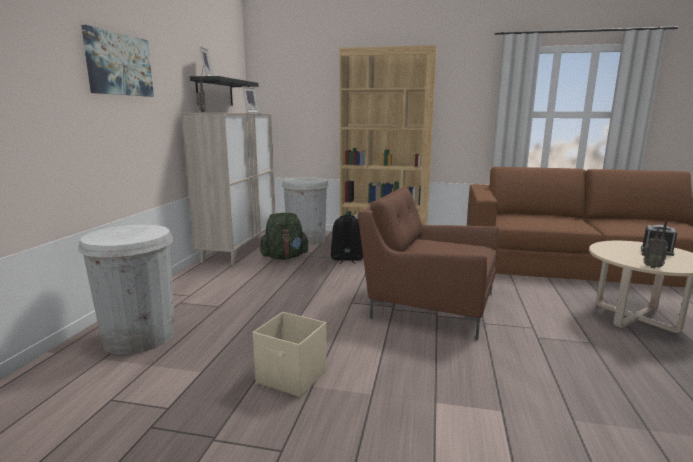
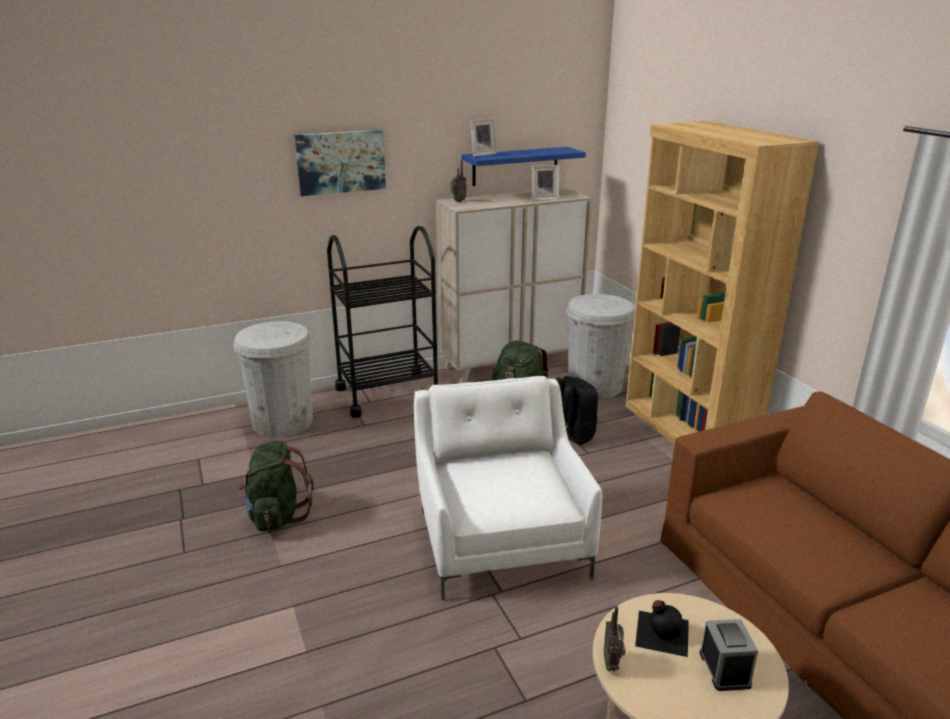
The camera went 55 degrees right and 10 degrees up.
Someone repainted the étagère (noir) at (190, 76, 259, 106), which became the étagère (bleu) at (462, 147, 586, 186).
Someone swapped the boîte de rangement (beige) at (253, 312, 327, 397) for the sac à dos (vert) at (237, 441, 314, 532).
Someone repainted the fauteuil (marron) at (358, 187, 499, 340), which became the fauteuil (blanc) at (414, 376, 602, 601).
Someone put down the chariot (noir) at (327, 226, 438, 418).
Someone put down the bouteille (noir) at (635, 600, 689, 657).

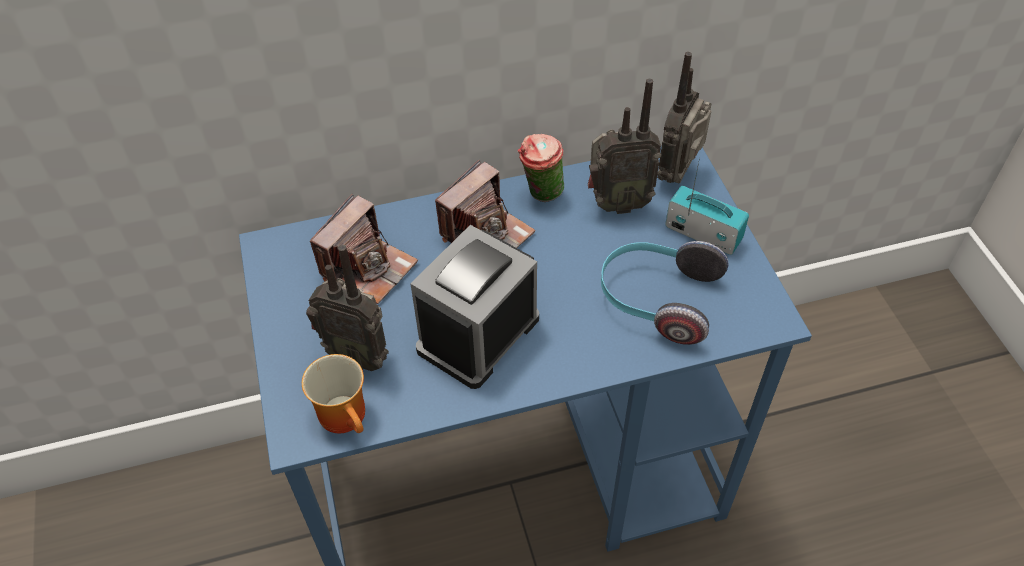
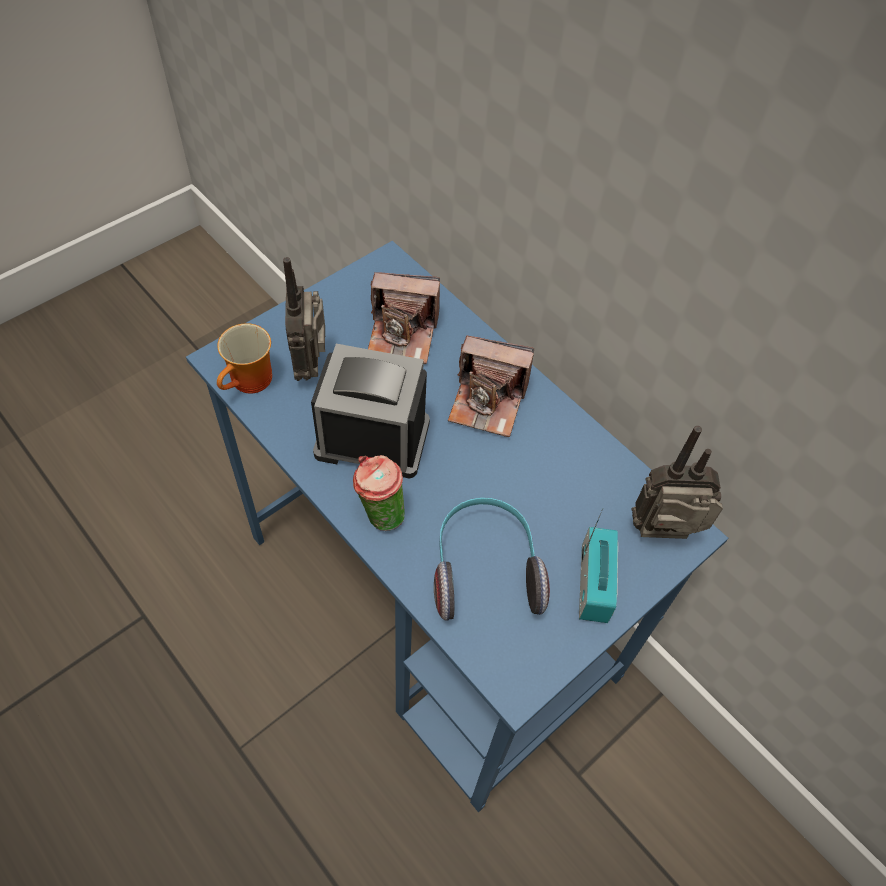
The camera went 60 degrees right and 5 degrees up.
Someone carried the tasse from (518, 134, 564, 202) to (353, 455, 405, 531).
Someone took away the radio at (588, 79, 661, 214).

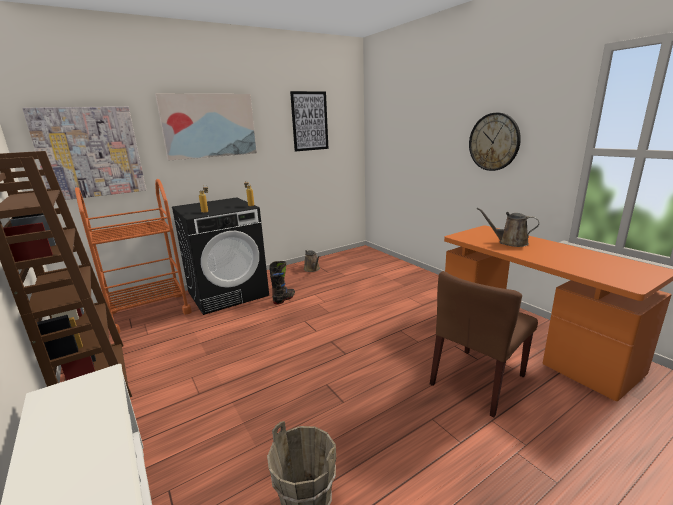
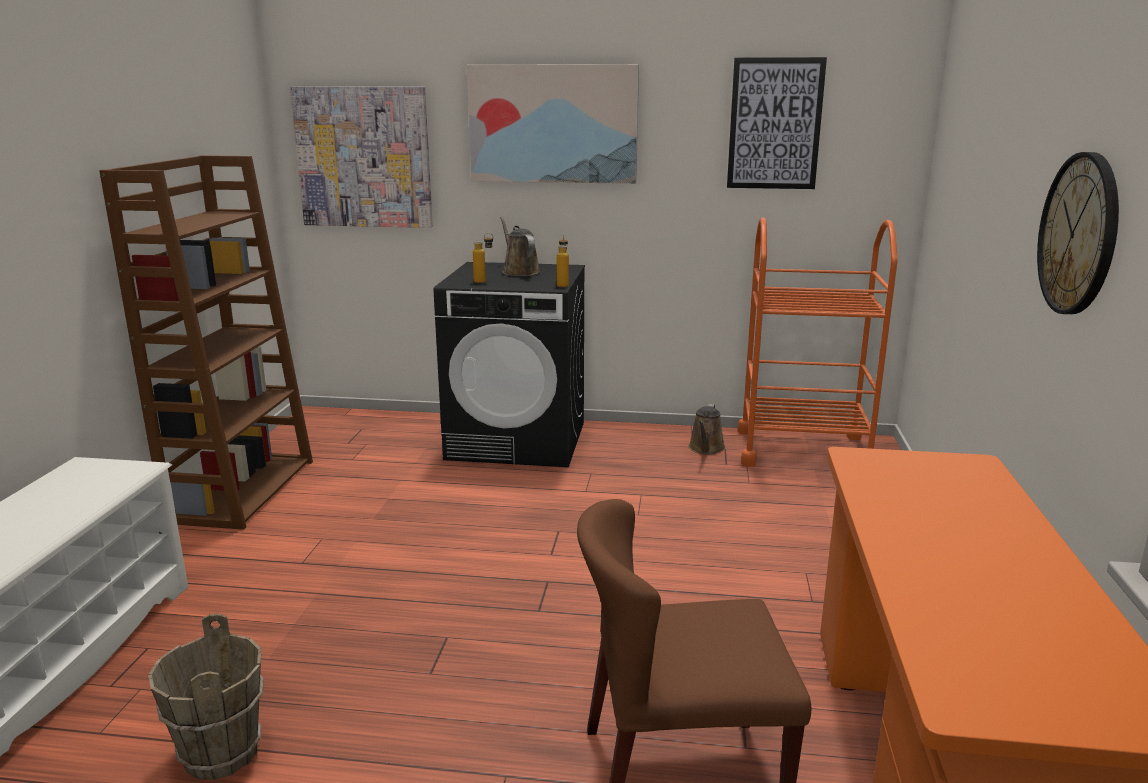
The camera went 40 degrees right and 0 degrees up.
Someone carried the chariot (orange) from (75, 179, 192, 333) to (737, 217, 898, 467).
Someone took away the botte (noir) at (270, 261, 295, 304).
Someone carried the arrosoir (marron) from (477, 208, 539, 247) to (500, 217, 540, 276).

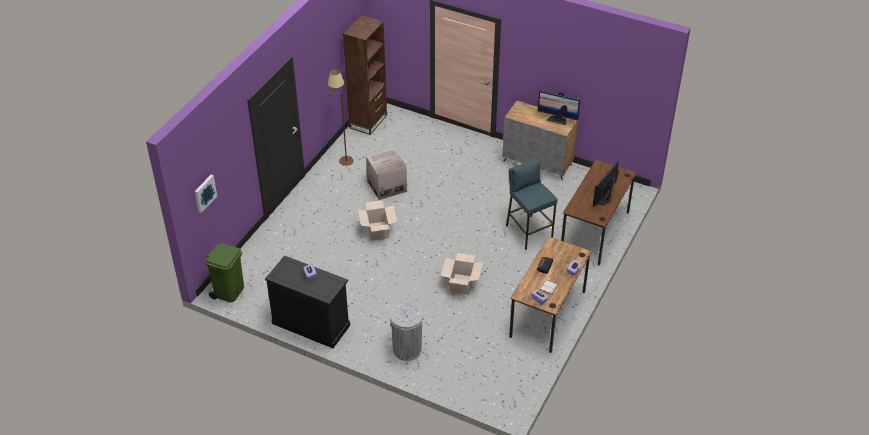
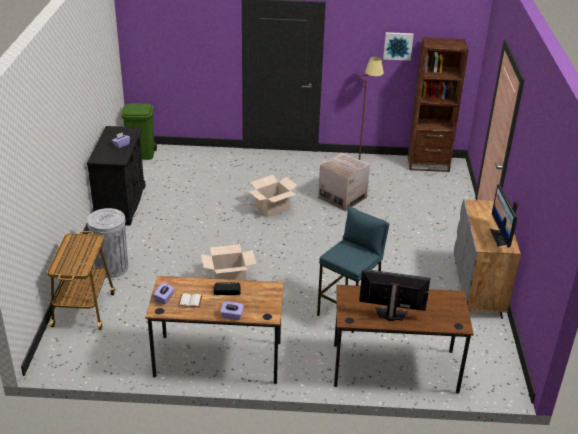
The camera went 65 degrees right and 10 degrees down.
Someone carried the tableau from (195, 175, 217, 213) to (383, 32, 414, 61).
Someone put down the chariot at (47, 231, 115, 330).

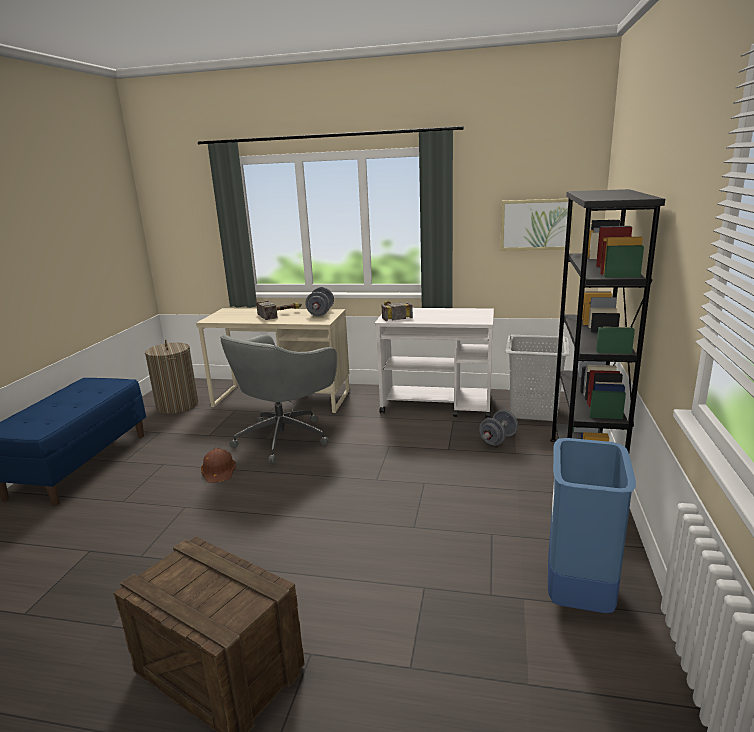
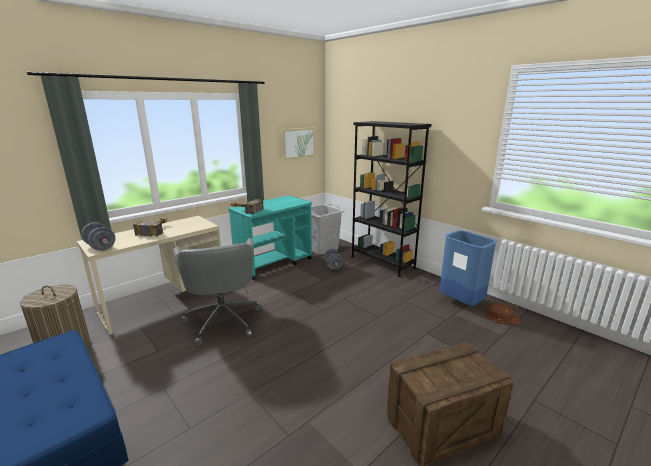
The camera went 55 degrees left and 0 degrees up.
Someone carried the casque de chantier (marron) from (201, 448, 236, 483) to (485, 303, 521, 324).
Someone carried the haltère (gris) from (305, 287, 334, 316) to (81, 222, 116, 251).
Someone repainted the chariot (blanc) at (375, 308, 494, 418), which became the chariot (turquoise) at (228, 195, 312, 280).

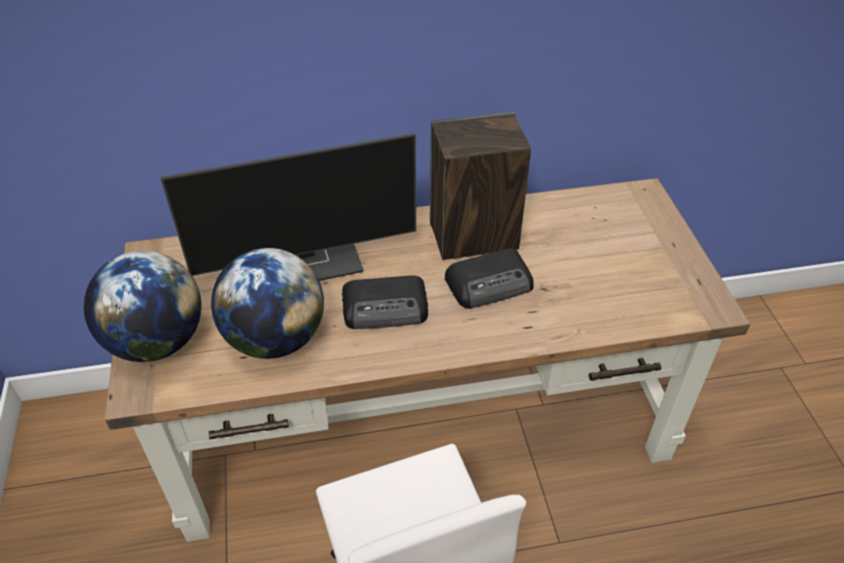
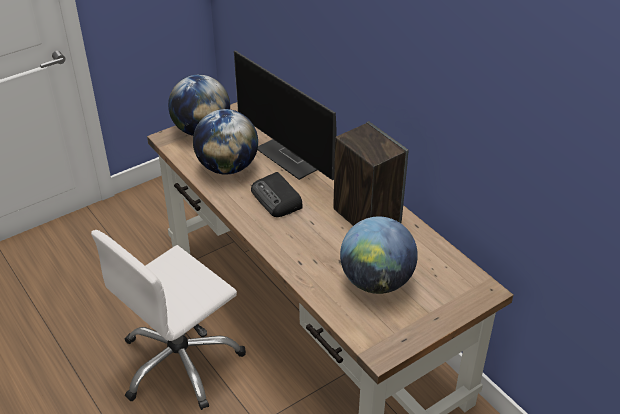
The camera went 65 degrees right and 5 degrees down.
Someone took away the radio at (445, 248, 534, 309).
Someone put down the globe at (340, 216, 418, 294).

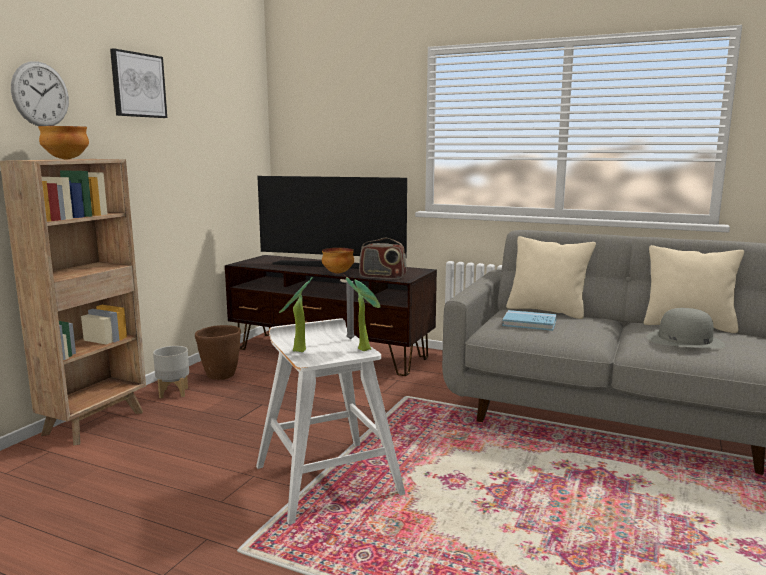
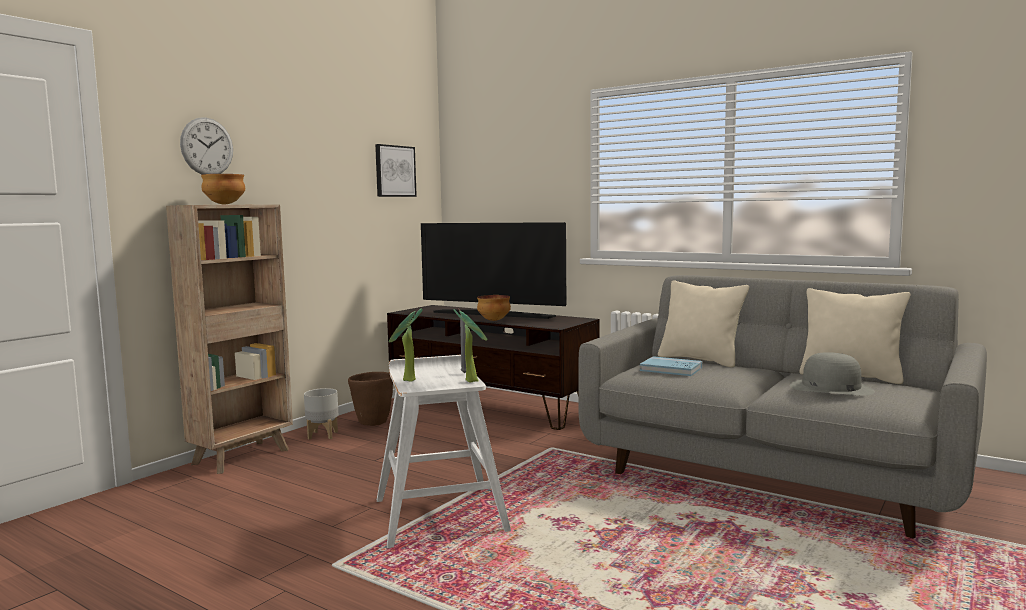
The camera went 10 degrees right and 5 degrees down.
Someone carried the tableau from (110, 48, 167, 118) to (375, 144, 417, 197).
Someone took away the radio at (359, 237, 406, 279).

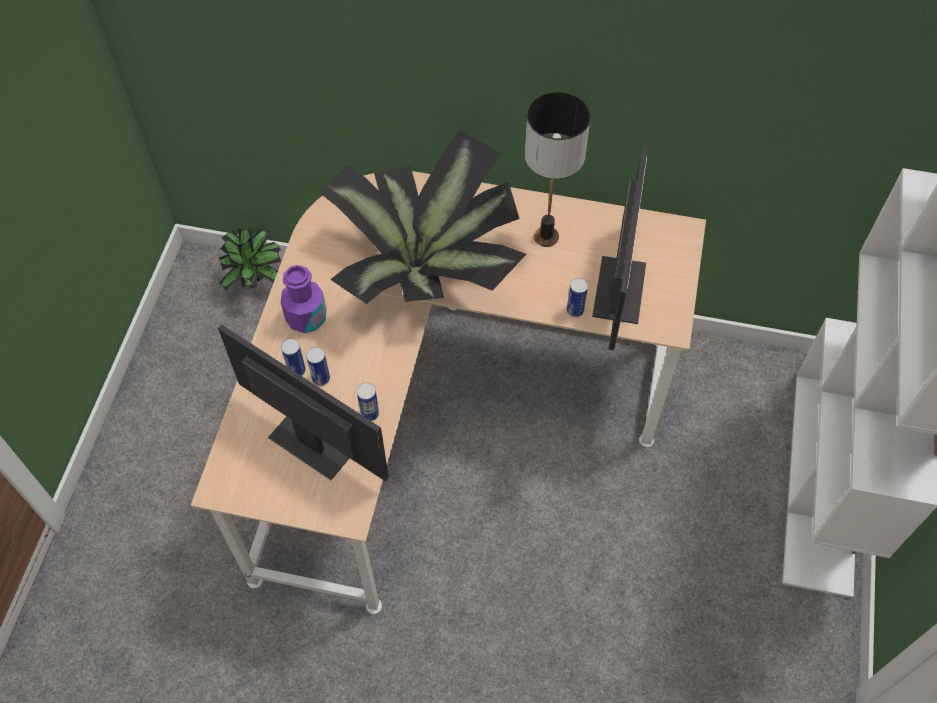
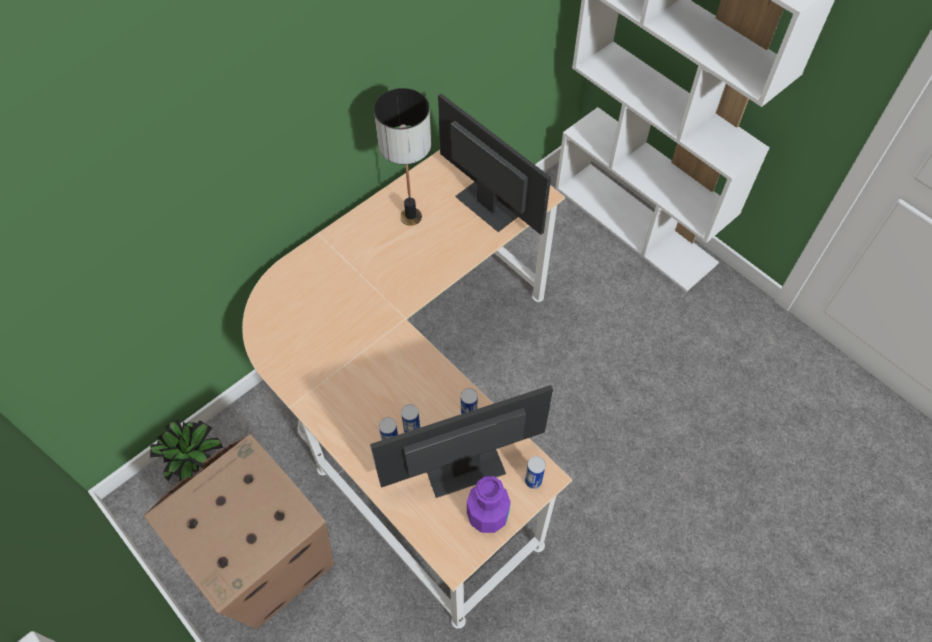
The camera went 55 degrees left and 0 degrees up.
Someone carried the bouteille (violet) from (281, 265, 327, 333) to (467, 476, 511, 533).
Someone took away the plante en pot at (319, 130, 526, 304).
Someone carried the boîte métallique from (567, 278, 588, 317) to (525, 456, 546, 489).
Someone put down the carton at (144, 434, 334, 630).

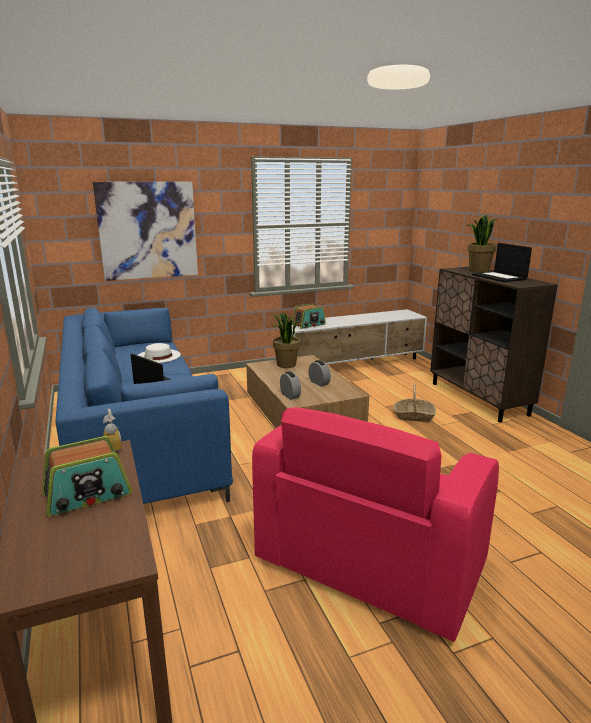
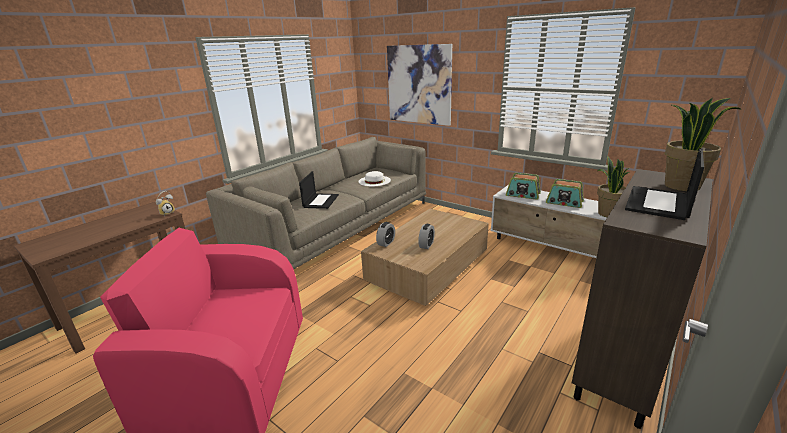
The camera went 60 degrees right and 5 degrees up.
Someone carried the radio from (42, 436, 132, 517) to (546, 179, 584, 208).
Someone repainted the canapé (bleu) at (55, 307, 233, 504), which became the canapé (beige) at (206, 137, 426, 269).
Someone carried the plante en pot from (271, 312, 300, 368) to (597, 157, 629, 217).
Someone took away the panier at (394, 384, 436, 422).

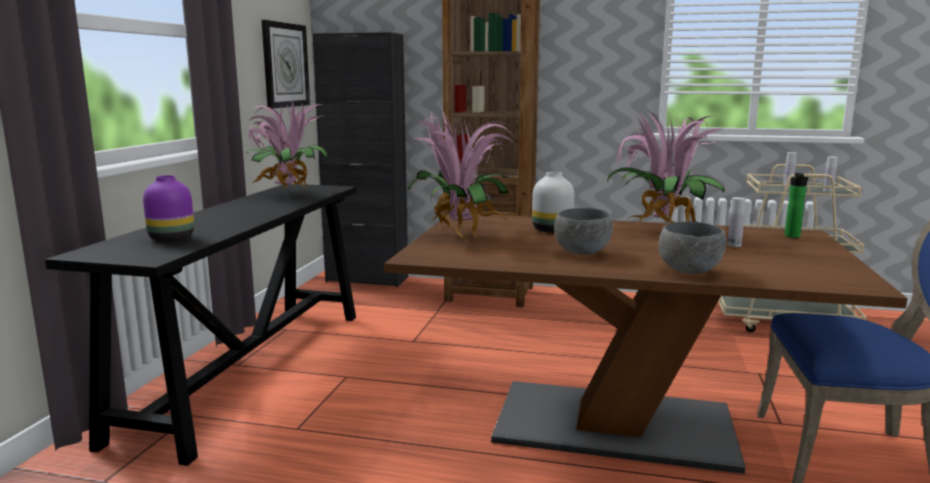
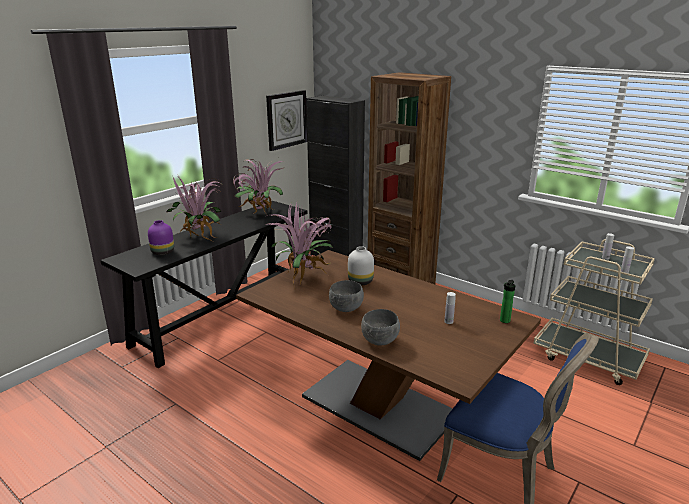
The camera went 25 degrees right and 10 degrees up.
Someone carried the plante en pot from (607, 110, 725, 224) to (166, 177, 224, 242).

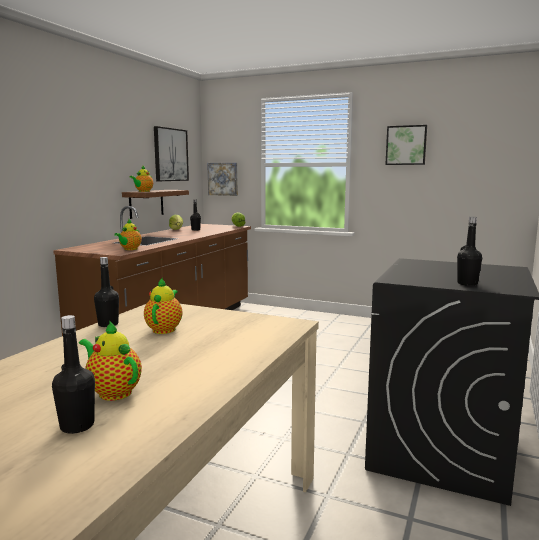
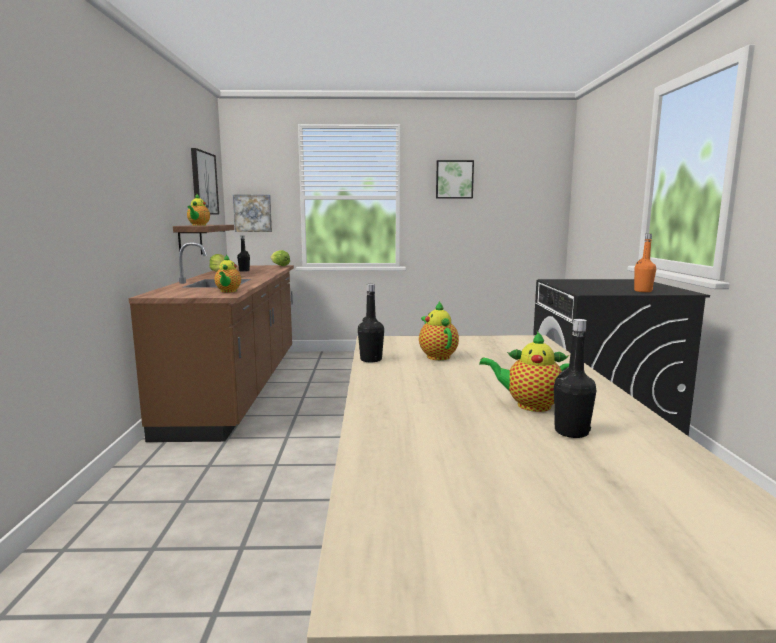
The camera went 25 degrees left and 0 degrees up.
Someone repainted the bouteille (noir) at (457, 217, 482, 286), which became the bouteille (orange) at (634, 234, 656, 292).

